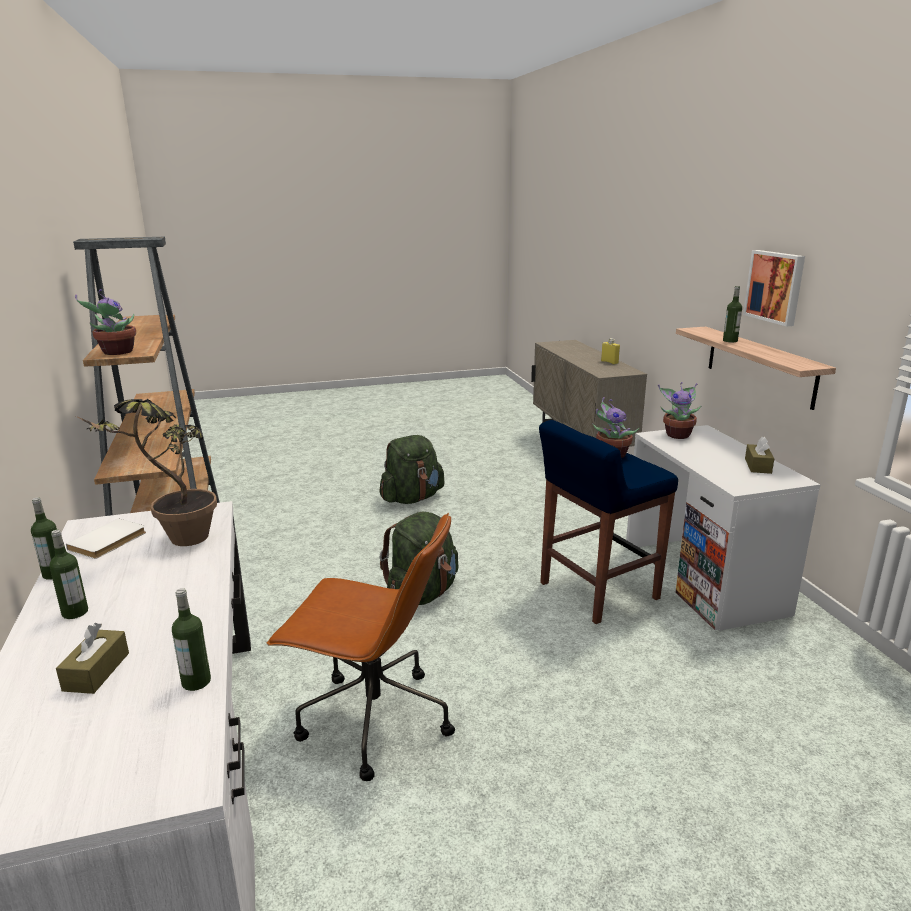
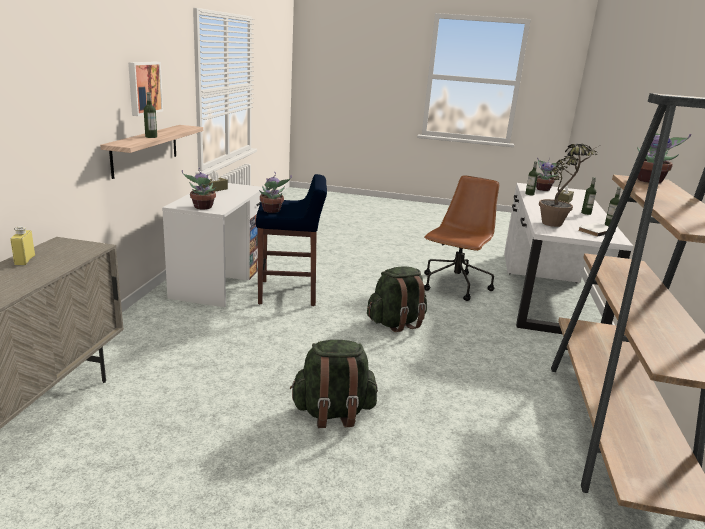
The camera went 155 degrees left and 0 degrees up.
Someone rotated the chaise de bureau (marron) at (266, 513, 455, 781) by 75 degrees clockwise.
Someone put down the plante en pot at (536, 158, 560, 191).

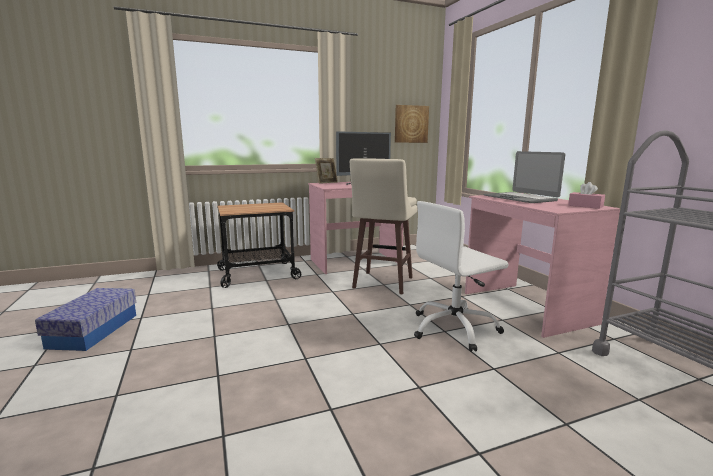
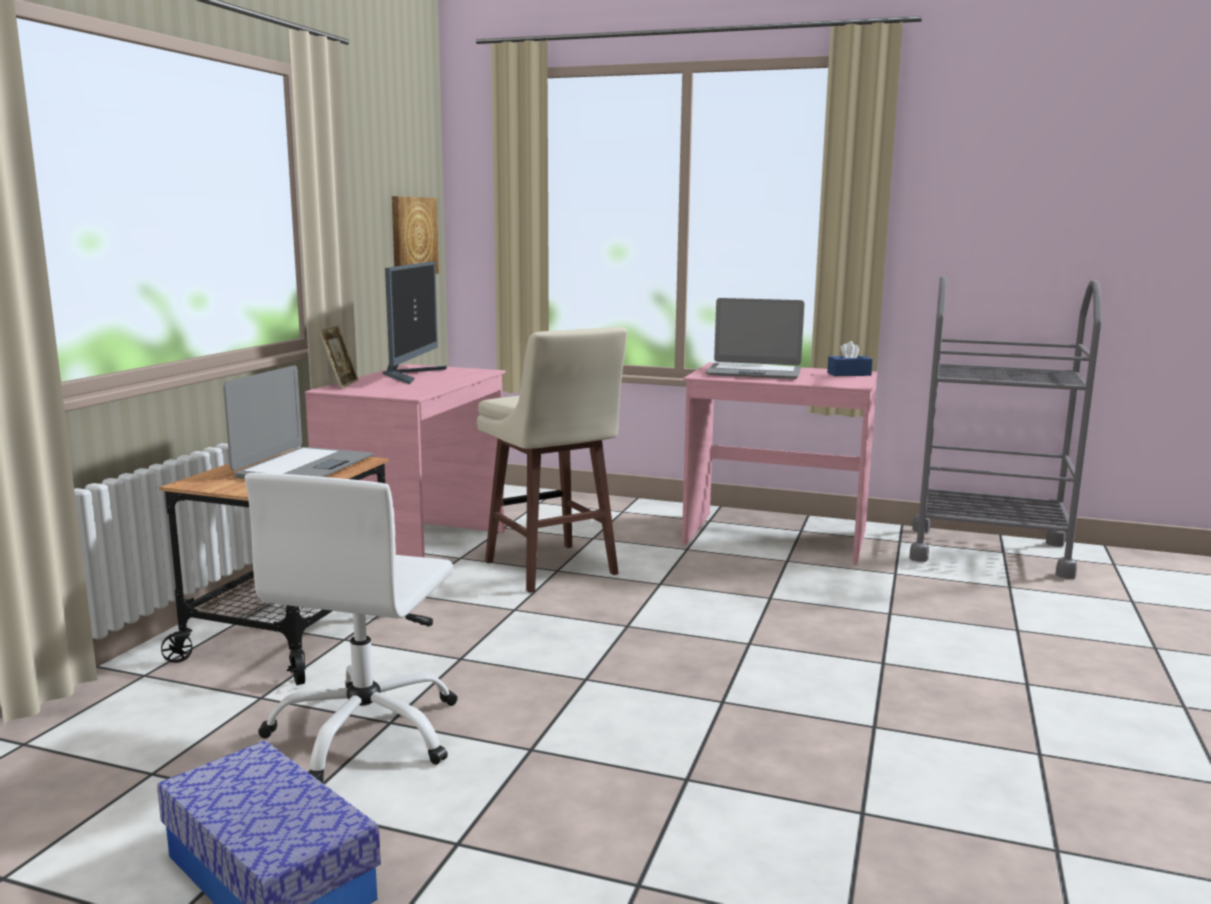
The camera went 50 degrees left and 0 degrees up.
Someone carried the chaise de bureau (blanc) from (414, 201, 509, 352) to (245, 473, 458, 783).
Someone repainted the boîte à mouchoirs (rose) at (568, 182, 605, 209), which became the boîte à mouchoirs (bleu) at (827, 341, 873, 376).
Someone put down the ordinateur portable at (223, 366, 373, 479).

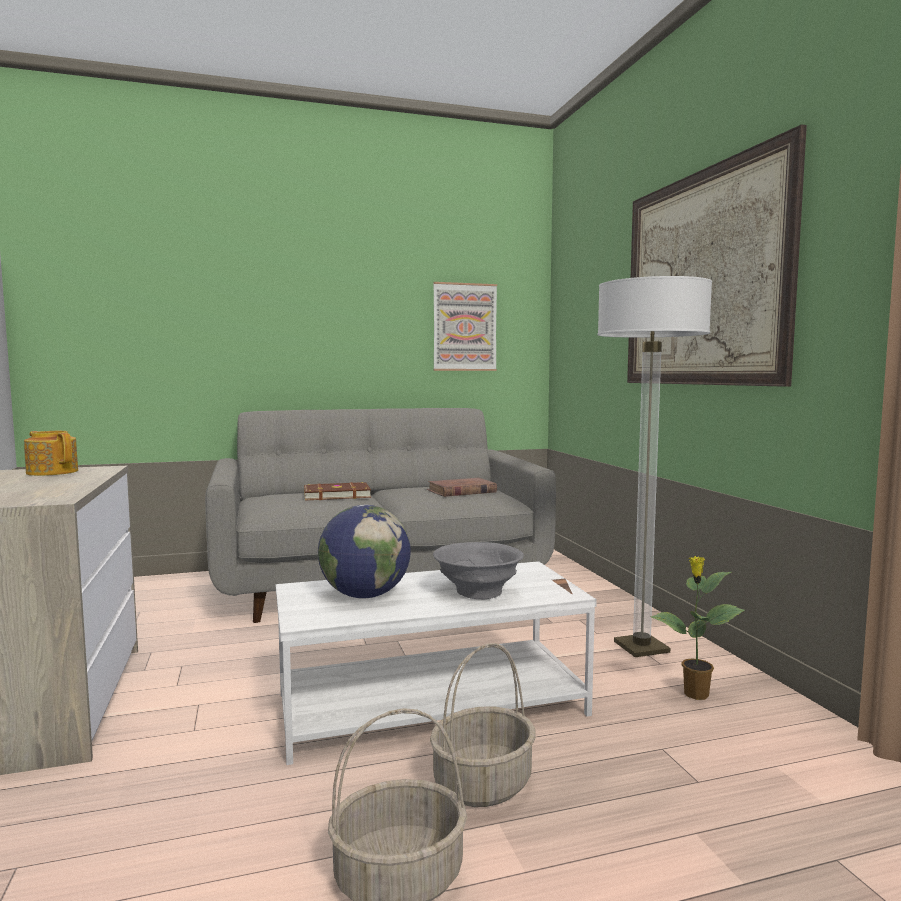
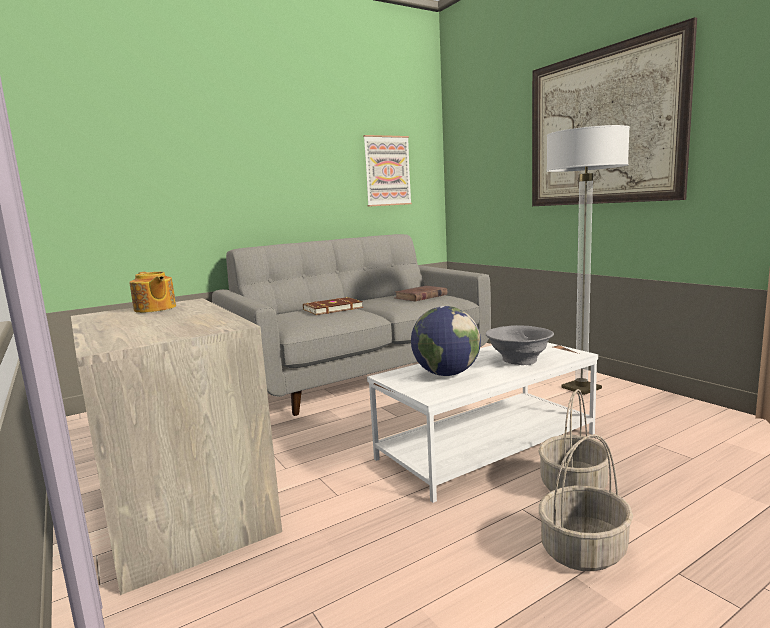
The camera went 15 degrees left and 5 degrees up.
Someone rotated the théière at (24, 431, 78, 476) by 150 degrees counterclockwise.
Someone took away the plante en pot at (650, 556, 745, 700).

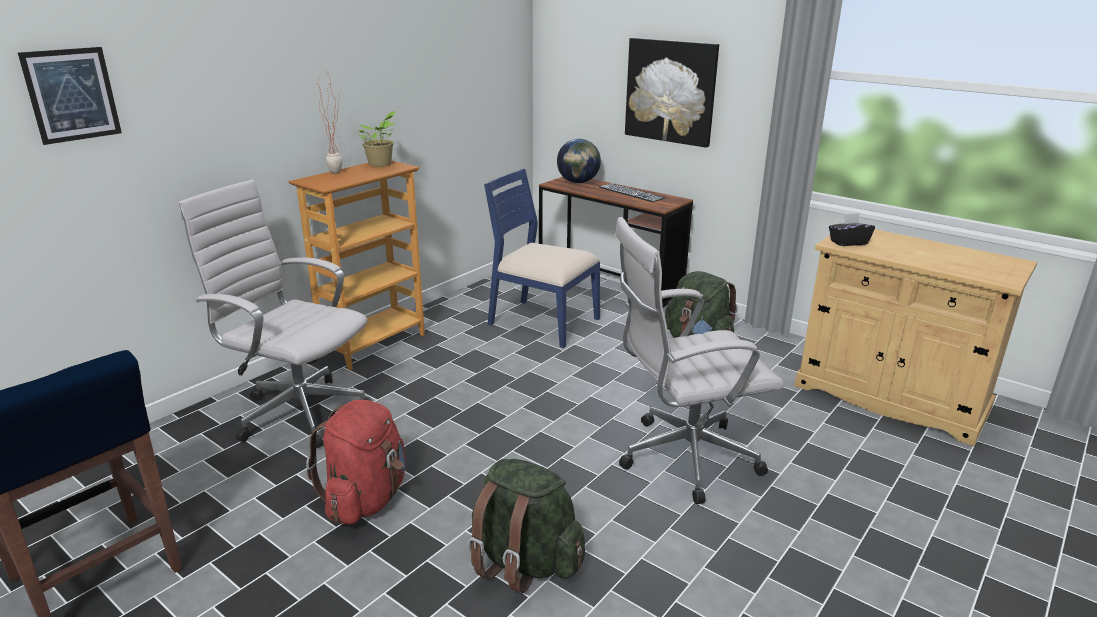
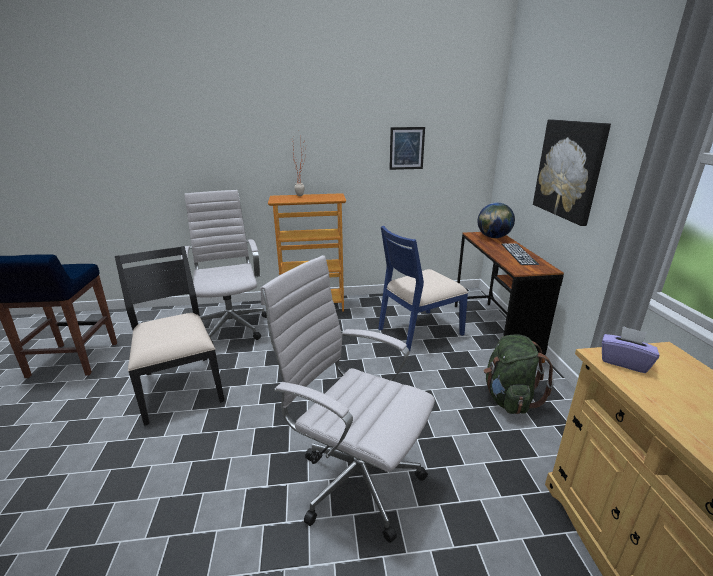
The camera went 45 degrees right and 0 degrees up.
Someone carried the tableau from (18, 47, 122, 145) to (389, 127, 425, 170).
Someone swapped the sac à dos (rouge) at (306, 400, 406, 524) for the chaise (noir) at (115, 246, 225, 426).
Someone took away the plante en pot at (358, 111, 396, 167).
Someone took away the sac à dos (vert) at (468, 459, 585, 593).
Someone rotated the chaise (bleu) at (484, 169, 600, 348) by 105 degrees counterclockwise.
Someone repainted the boîte à mouchoirs (noir) at (829, 213, 875, 246), which became the boîte à mouchoirs (violet) at (602, 326, 659, 373).

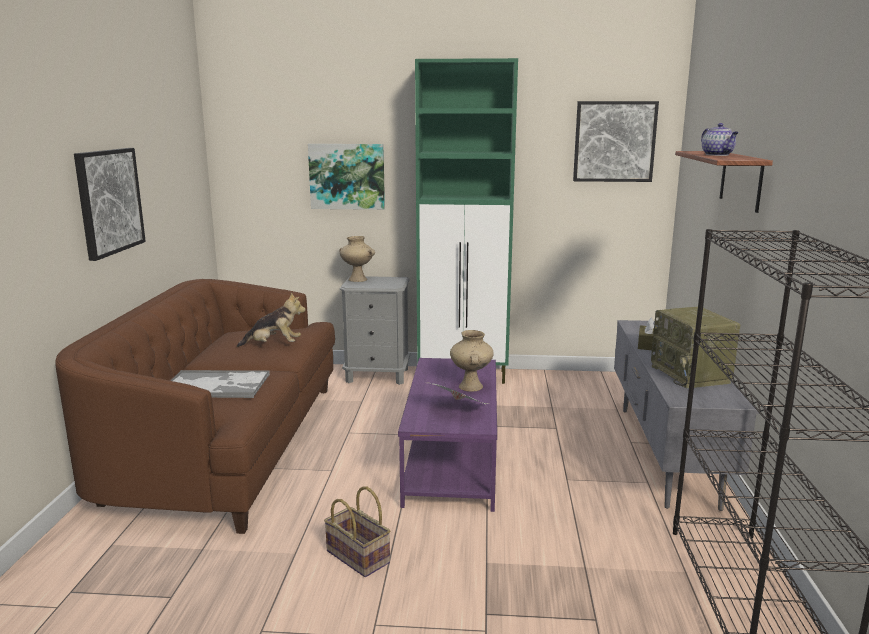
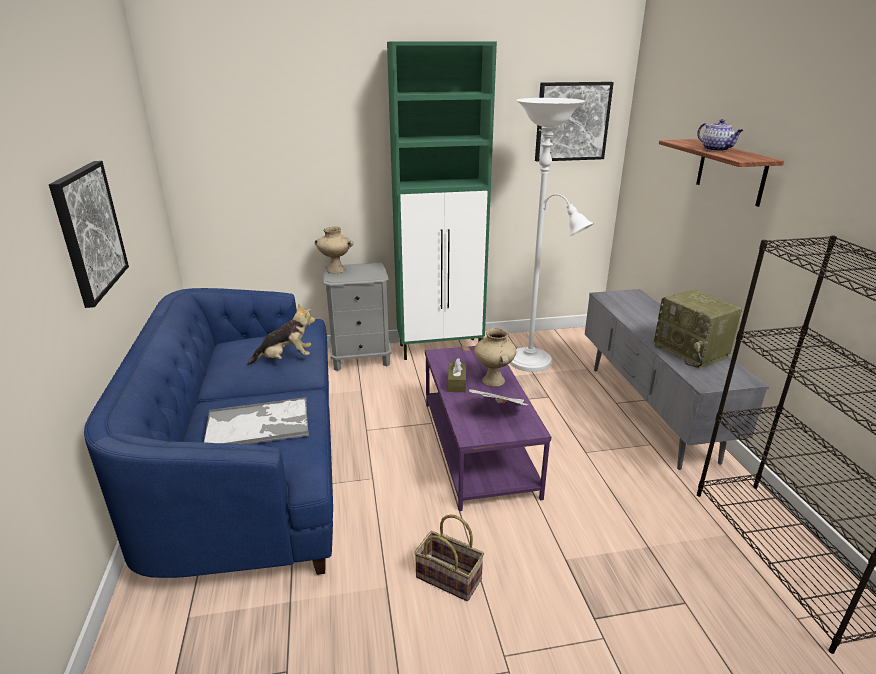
The camera went 15 degrees left and 10 degrees up.
Someone repainted the canapé (marron) at (55, 279, 335, 534), which became the canapé (bleu) at (84, 288, 333, 578).
Someone took away the tableau at (308, 144, 385, 210).
Someone carried the boîte à mouchoirs (marron) from (638, 317, 657, 350) to (448, 358, 466, 392).
Someone put down the lampadaire (blanc) at (509, 98, 594, 372).

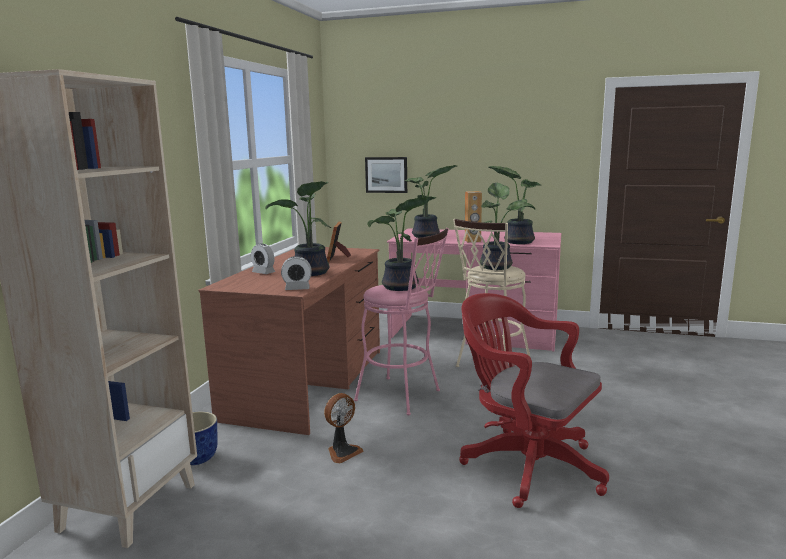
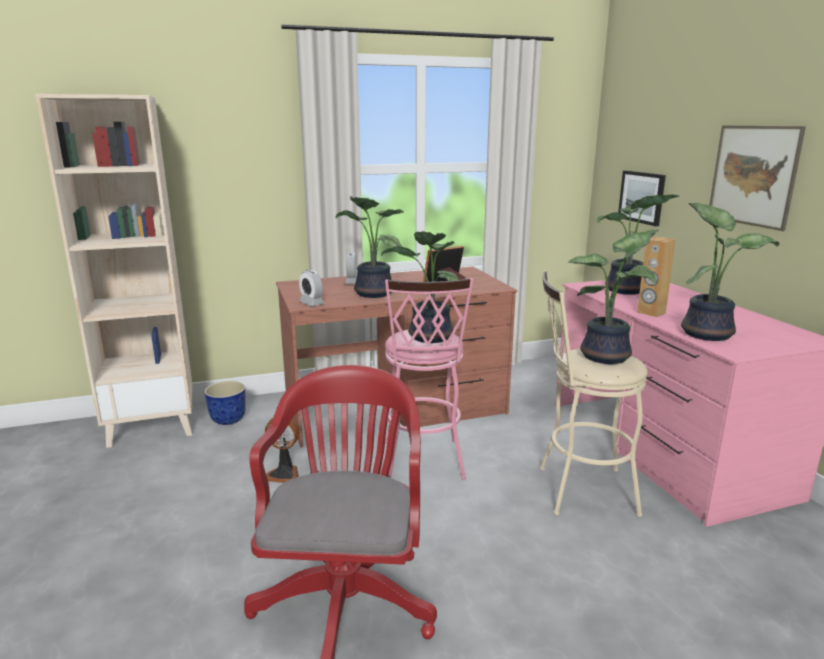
The camera went 55 degrees right and 5 degrees up.
Someone put up the tableau at (709, 126, 806, 231).

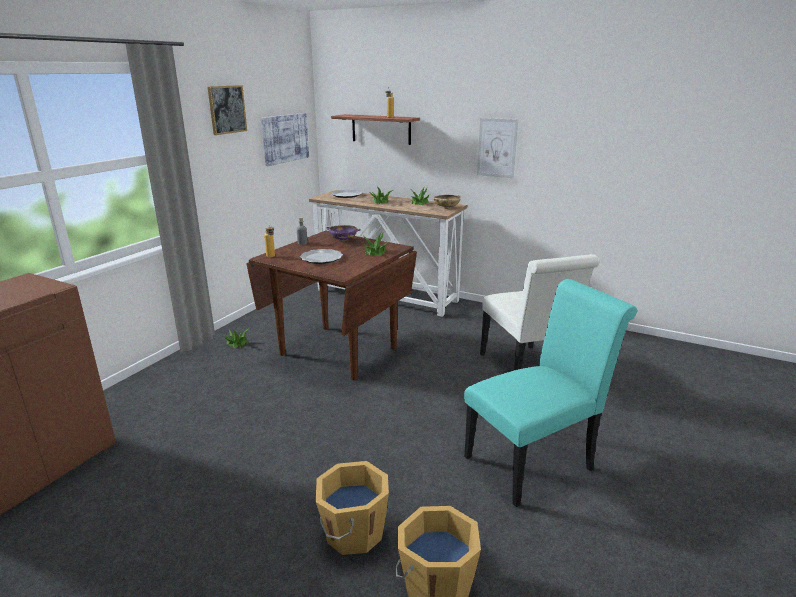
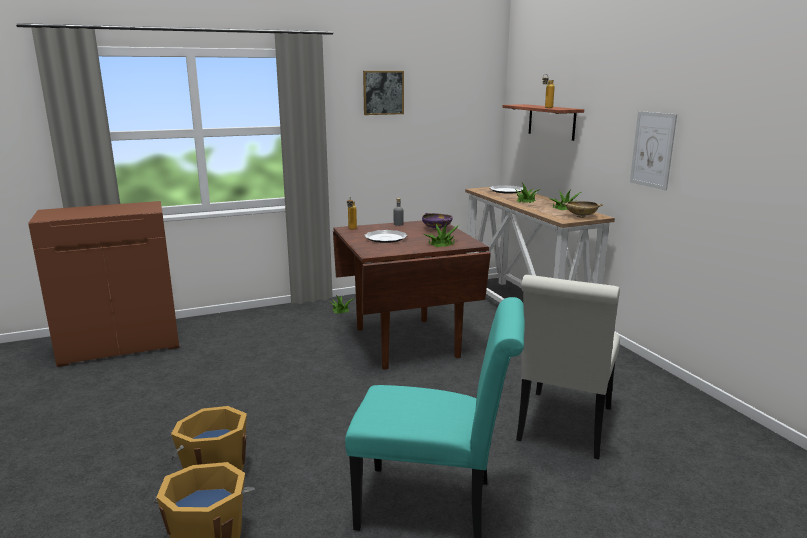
The camera went 40 degrees right and 5 degrees down.
Someone took away the tableau at (261, 113, 309, 166).

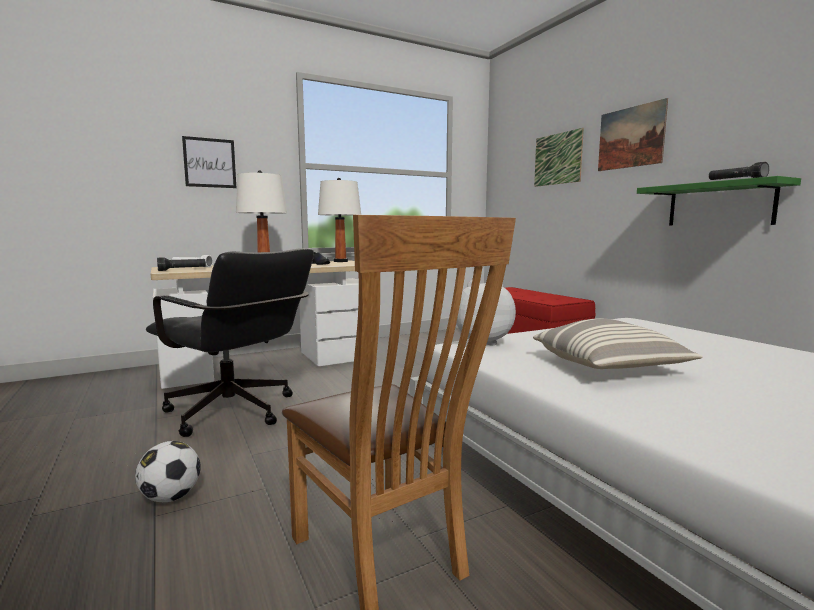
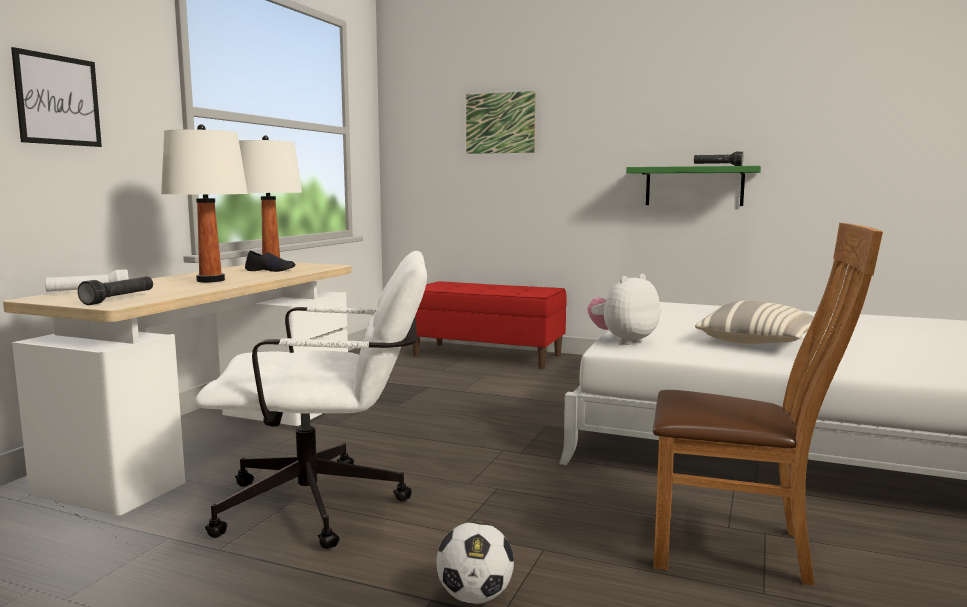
The camera went 40 degrees left and 0 degrees up.
Someone repainted the chaise de bureau (noir) at (146, 248, 314, 437), which became the chaise de bureau (blanc) at (195, 251, 427, 549).
Someone took away the tableau at (598, 98, 668, 171).

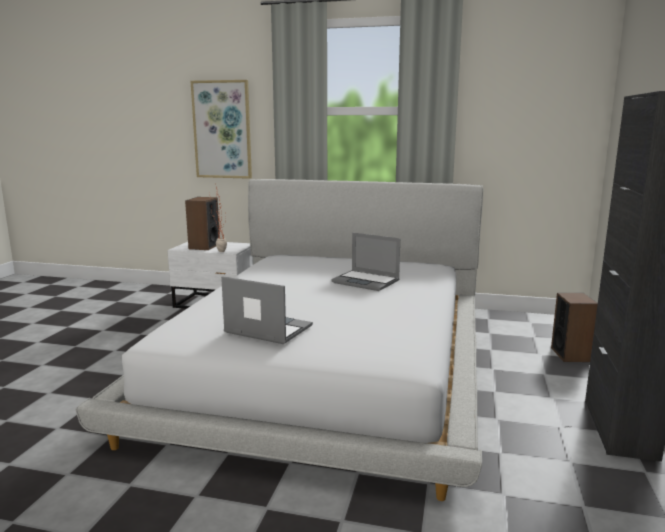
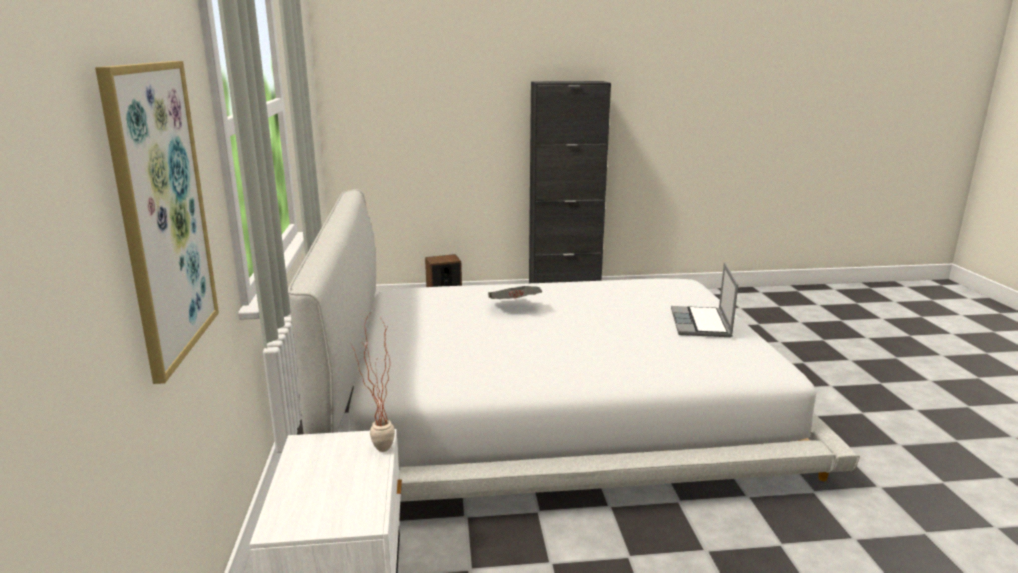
The camera went 110 degrees left and 5 degrees up.
Someone took away the enceinte at (185, 197, 220, 250).
Someone swapped the ordinateur portable at (331, 233, 400, 291) for the journal at (488, 286, 542, 299).

